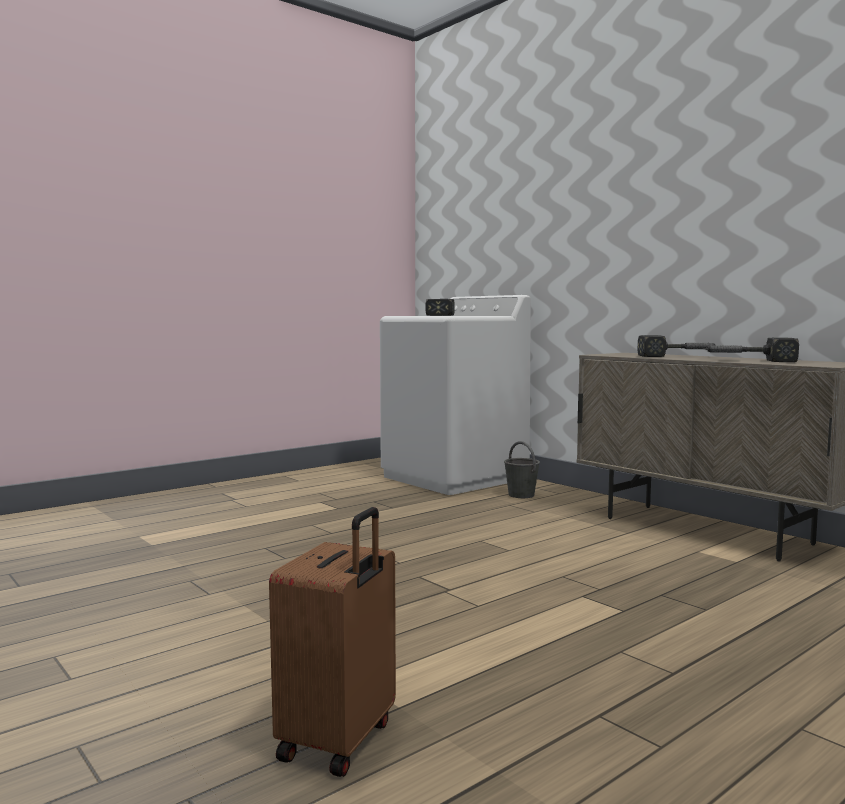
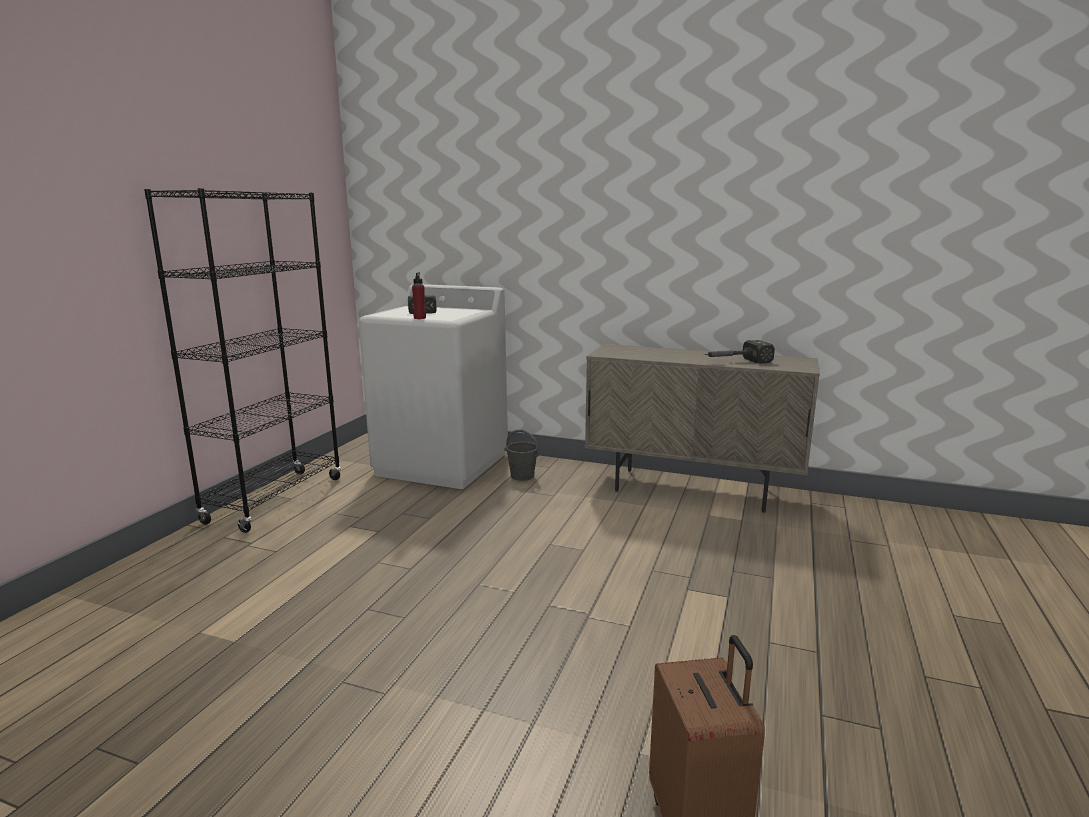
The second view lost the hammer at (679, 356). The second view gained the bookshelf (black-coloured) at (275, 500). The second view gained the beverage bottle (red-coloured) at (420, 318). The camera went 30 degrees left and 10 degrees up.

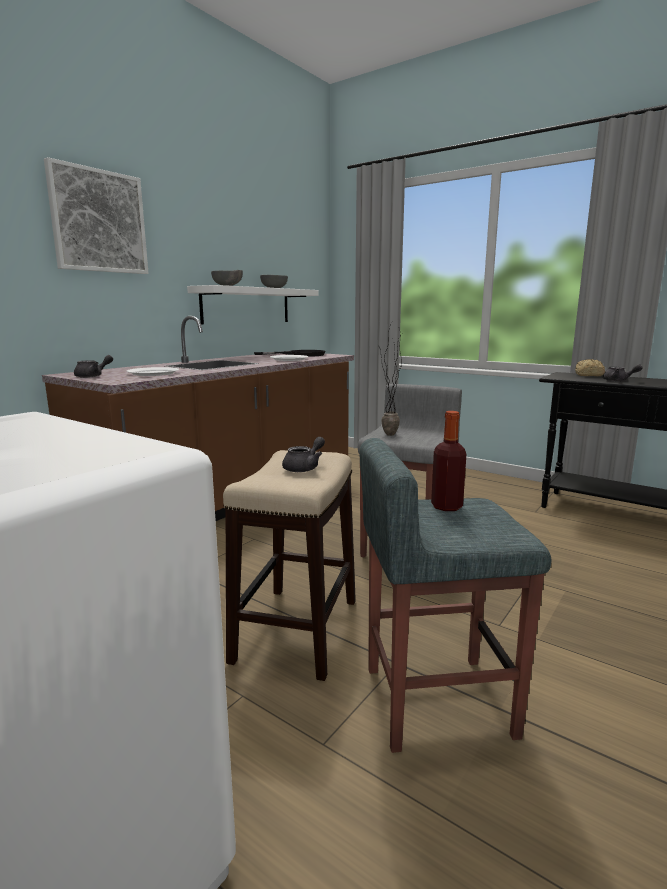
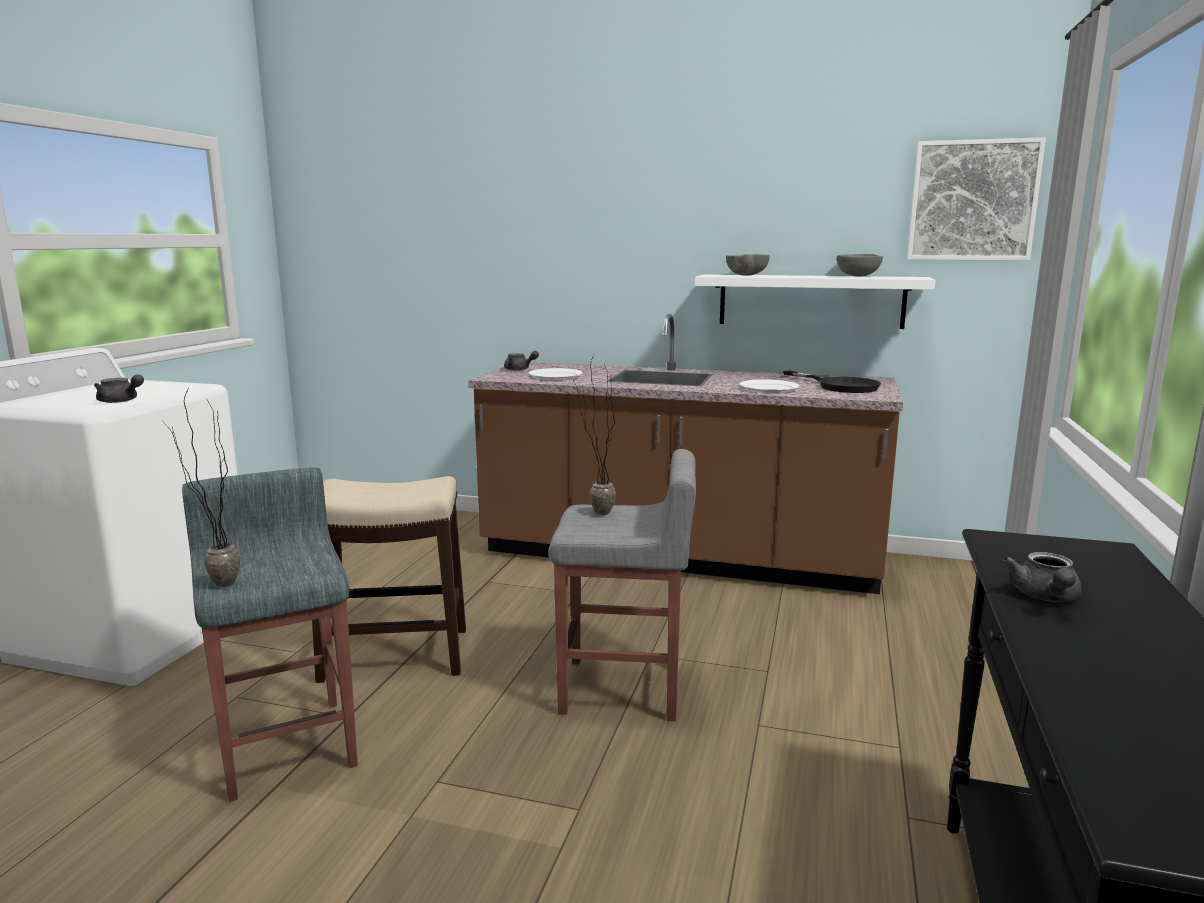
The wall picture ended up elsewhere, having gone from (98, 221) to (972, 201). The teapot (gray) ended up elsewhere, having gone from (304, 468) to (121, 401). The second view lost the beverage bottle at (446, 506). The second view lost the bakery bread at (588, 375). The second view gained the houseplant at (213, 586). The camera went 70 degrees right and 0 degrees up.

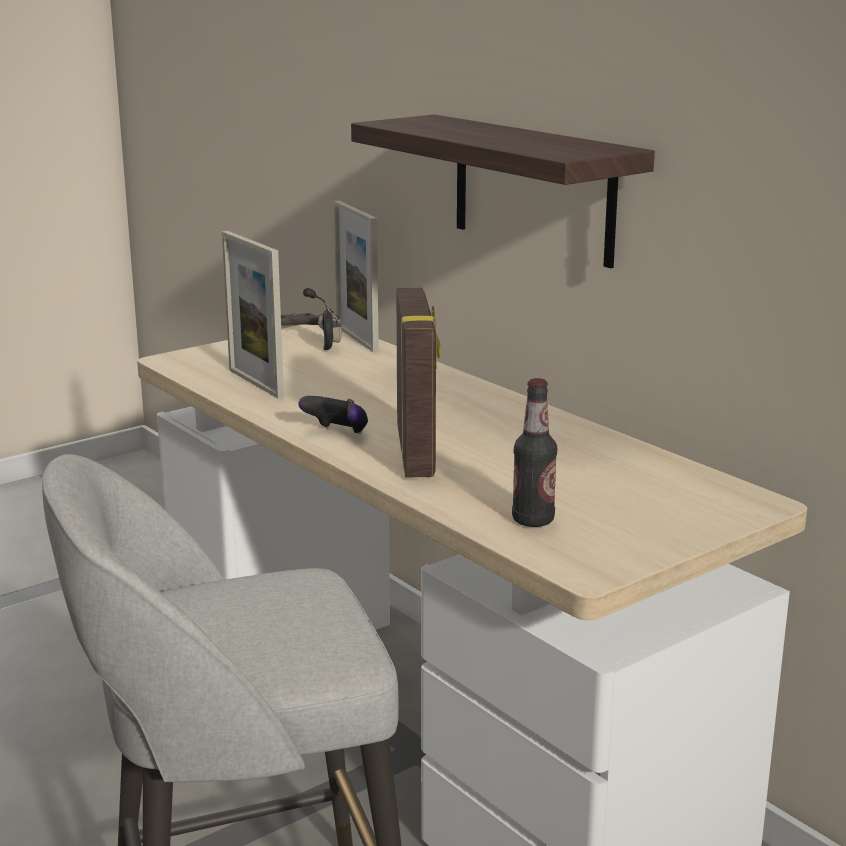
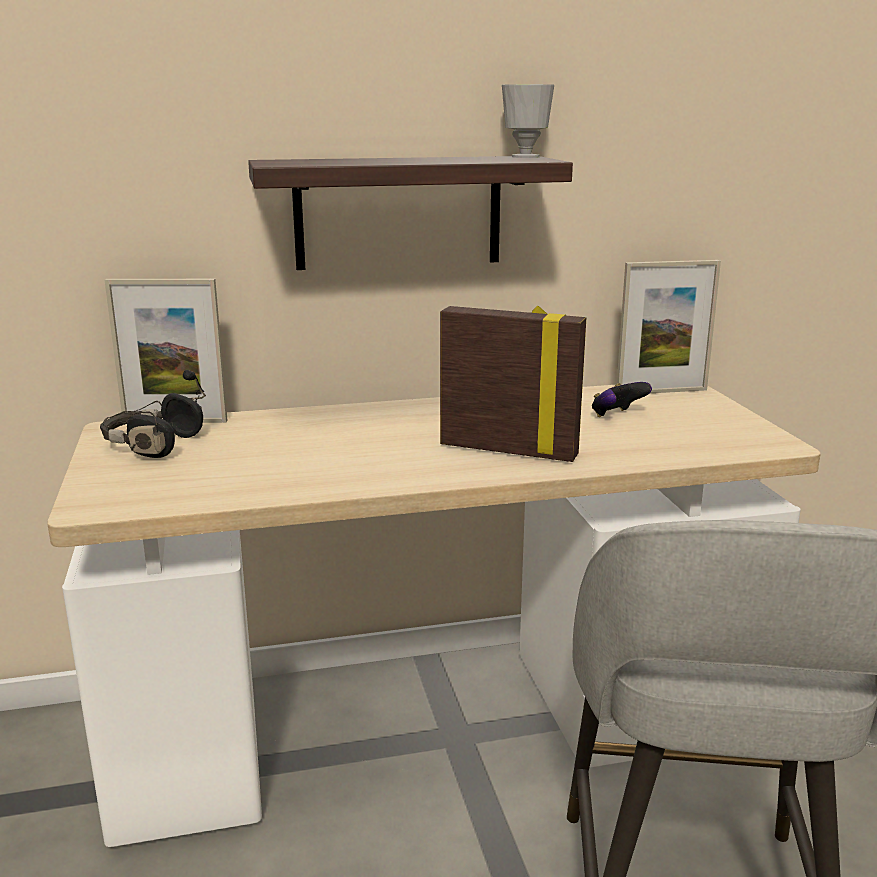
The picture frame ended up elsewhere, having gone from (255, 383) to (661, 391). The game controller ended up elsewhere, having gone from (337, 433) to (617, 416). The second view lost the beverage bottle at (533, 520). The second view gained the small cup at (525, 157). The camera went 65 degrees left and 0 degrees up.

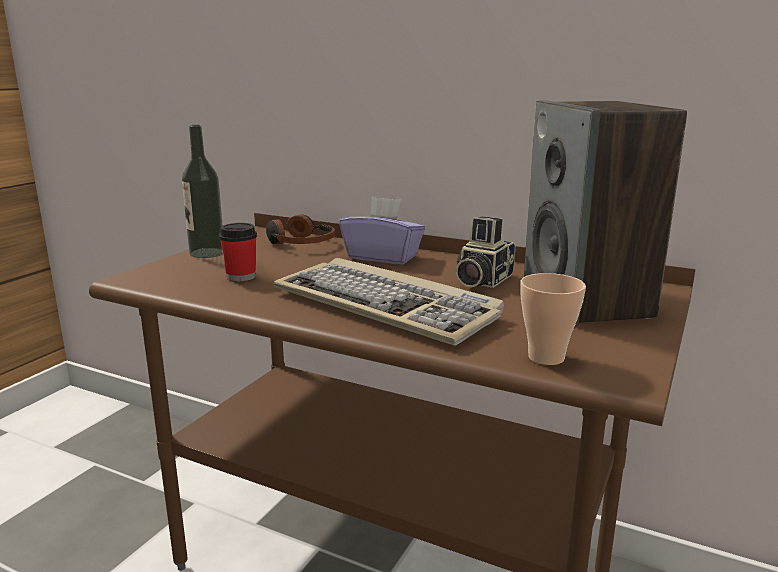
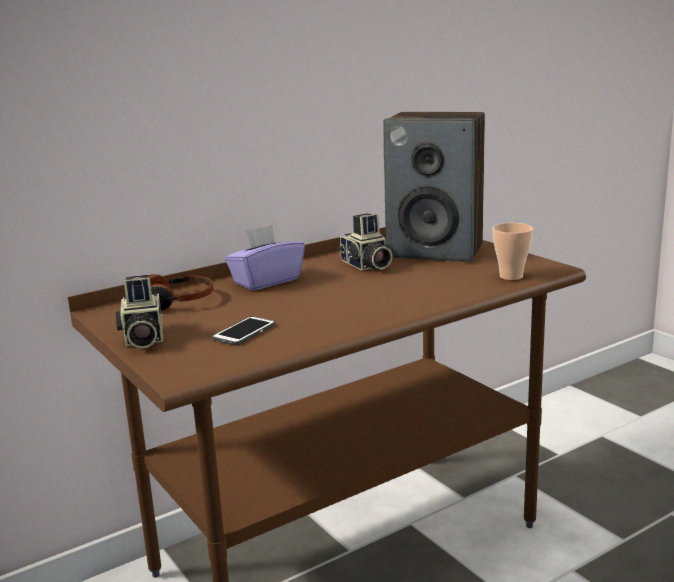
Where the beverage bottle stood at (207, 253), the still camera came to stand at (142, 339). Where the small cup stood at (241, 276), the handset came to stand at (244, 332). The second view lost the keyboard at (387, 306). The camera went 60 degrees left and 0 degrees up.

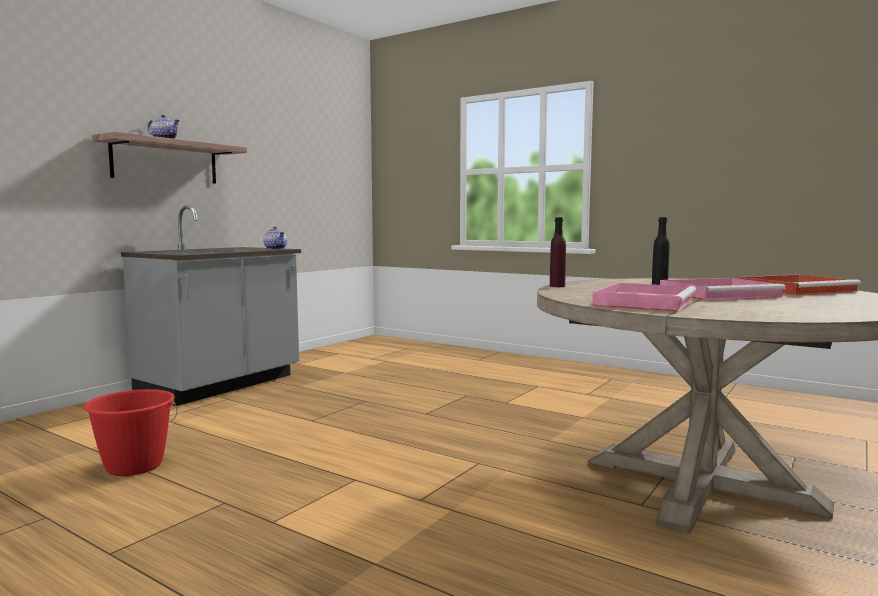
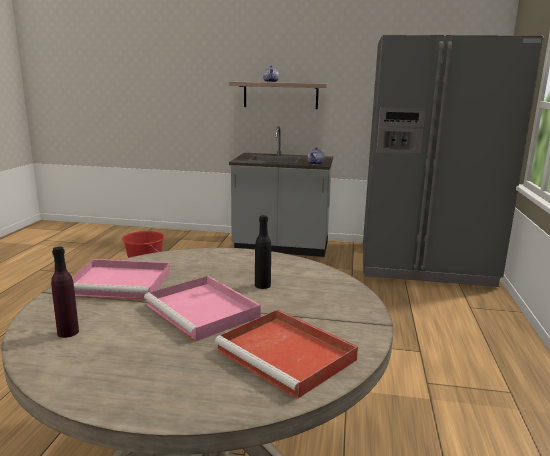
The beverage bottle (purplish) ended up elsewhere, having gone from (557, 286) to (68, 332). The second view gained the fridge (gray) at (423, 264). The camera went 65 degrees right and 10 degrees up.

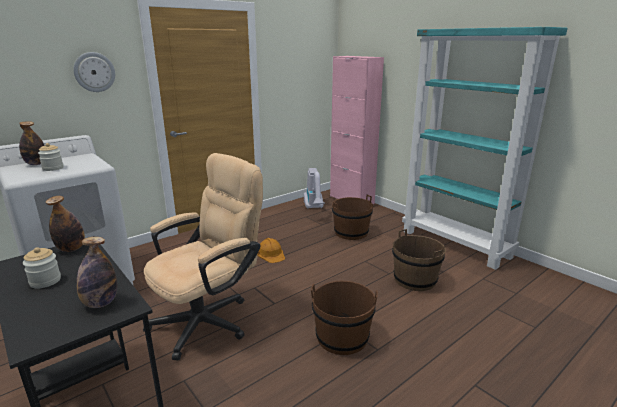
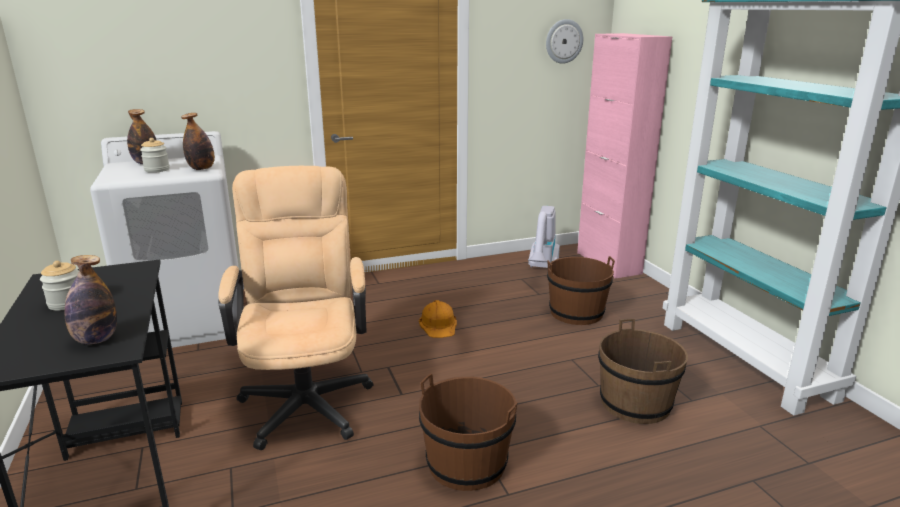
The beverage bottle ended up elsewhere, having gone from (71, 249) to (201, 168). The hanging clock ended up elsewhere, having gone from (94, 72) to (564, 41). The desk chair (sand-coloured) at (210, 319) ended up facing another way, 75 degrees counterclockwise from before. The camera went 20 degrees right and 0 degrees up.

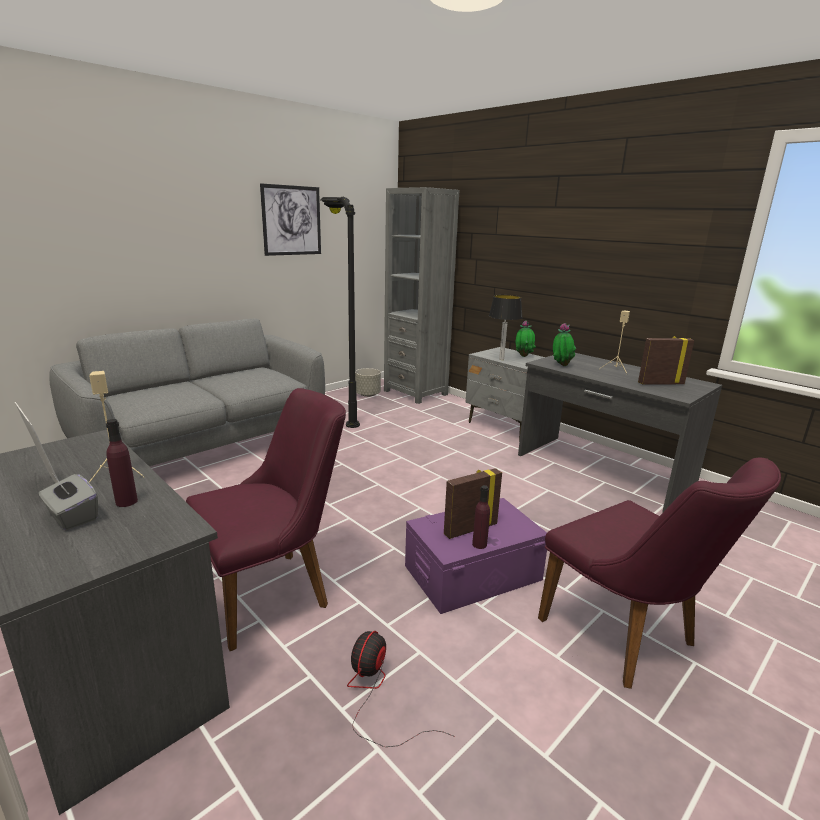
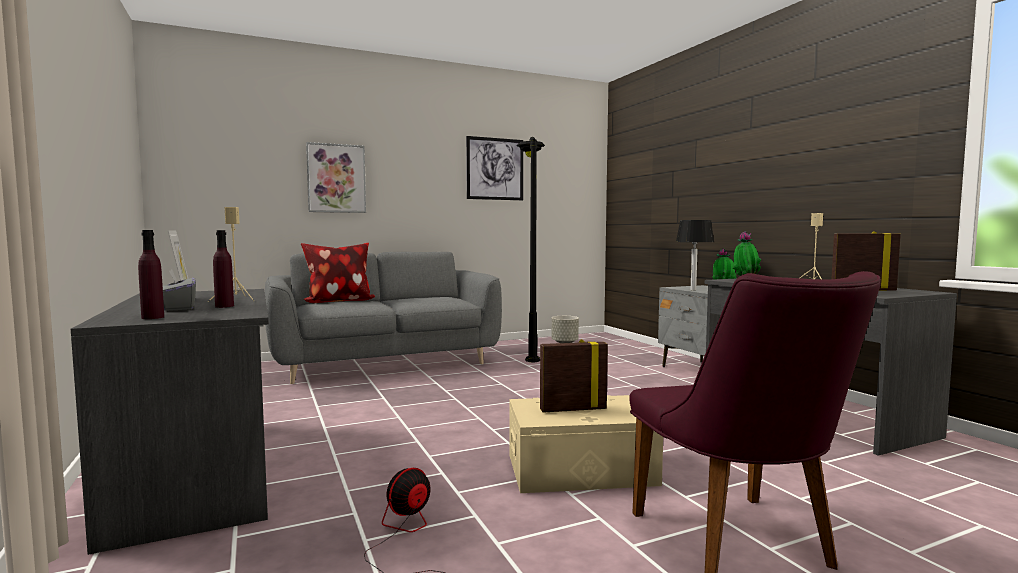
The second view lost the plain chair (purplish) at (276, 591). The second view lost the bookshelf (gray) at (415, 392). What was the storage bin (purplish) at (472, 573) turned into the storage bin (sand-coloured) at (580, 469). The beverage bottle (purplish) ended up elsewhere, having gone from (479, 544) to (152, 317). The second view gained the pillow at (338, 301). The second view gained the wall picture at (336, 178). The camera went 20 degrees right and 15 degrees down.

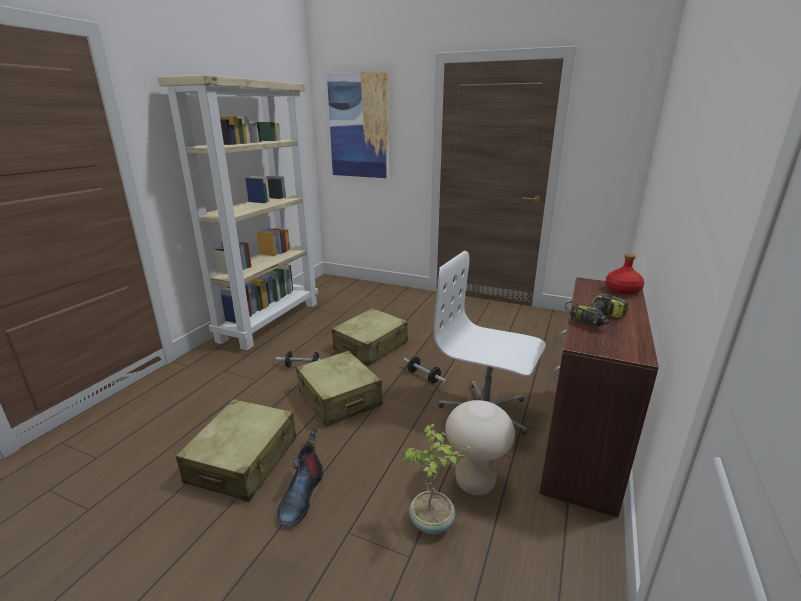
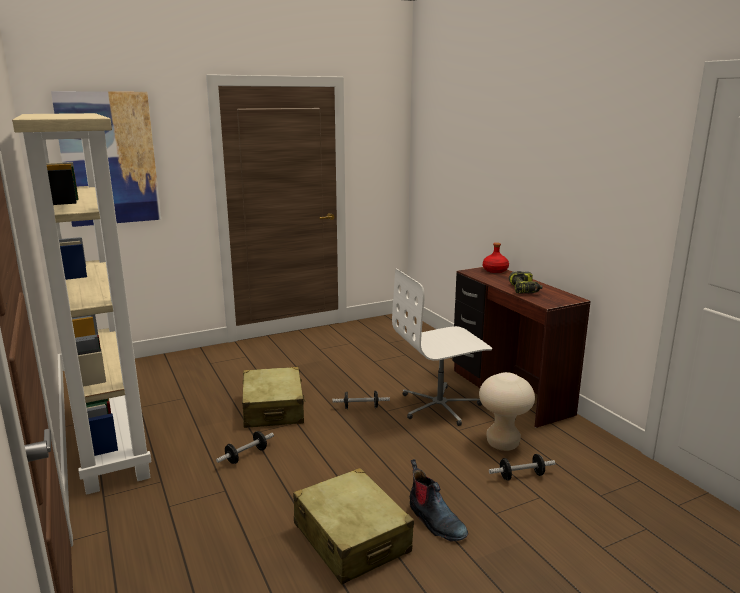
The second view lost the travel case (sand-coloured) at (339, 398). Where the houseplant stood at (432, 523), the dumbbell came to stand at (521, 476). The camera went 50 degrees left and 5 degrees down.

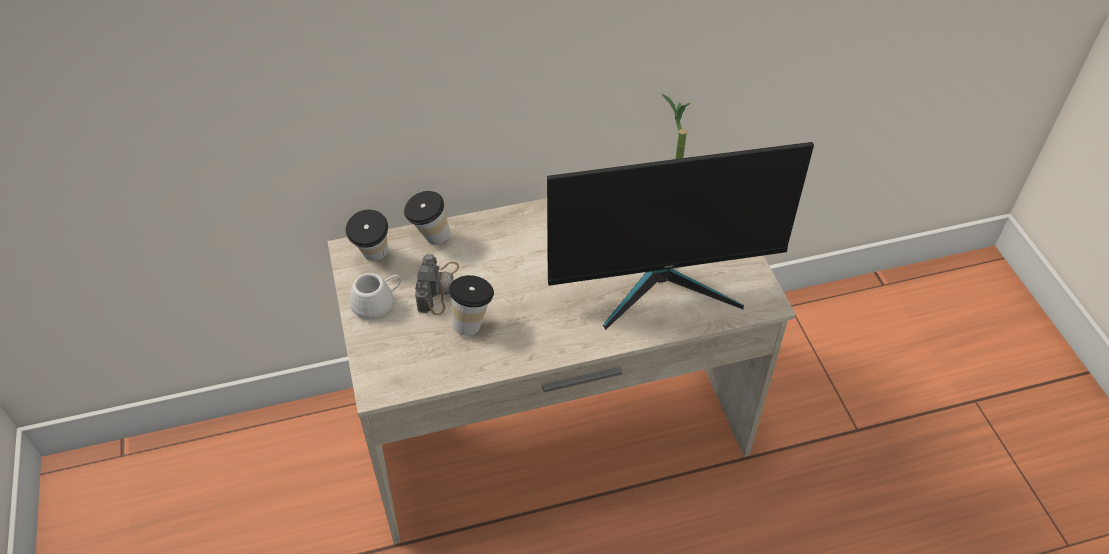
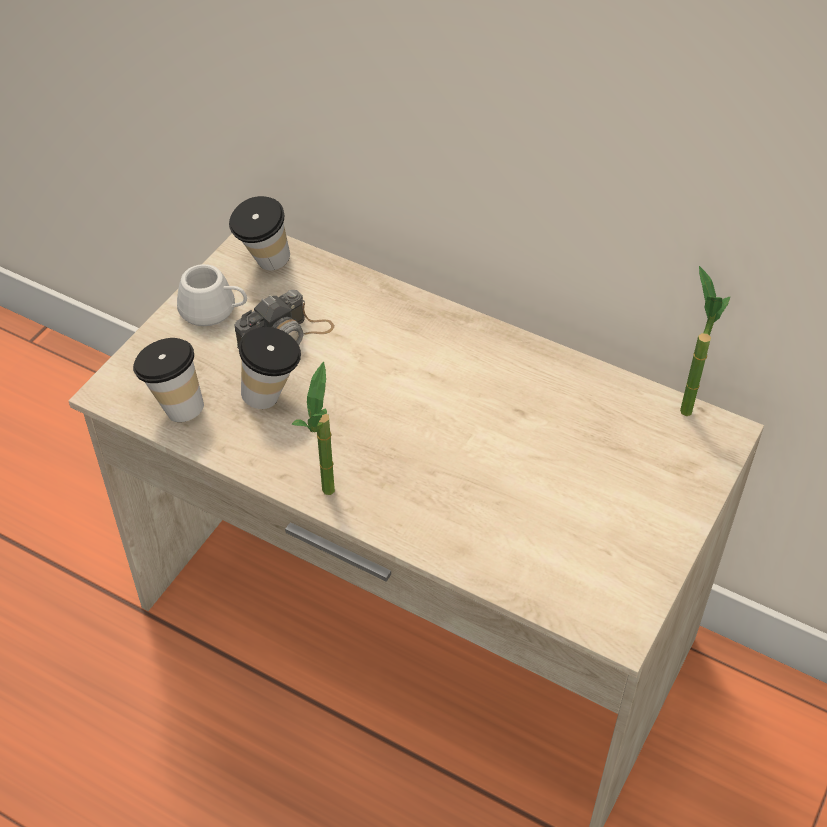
The small cup ended up elsewhere, having gone from (429, 238) to (175, 406). The second view lost the computer display at (664, 284). The second view gained the houseplant at (327, 501). The camera went 45 degrees right and 0 degrees up.

